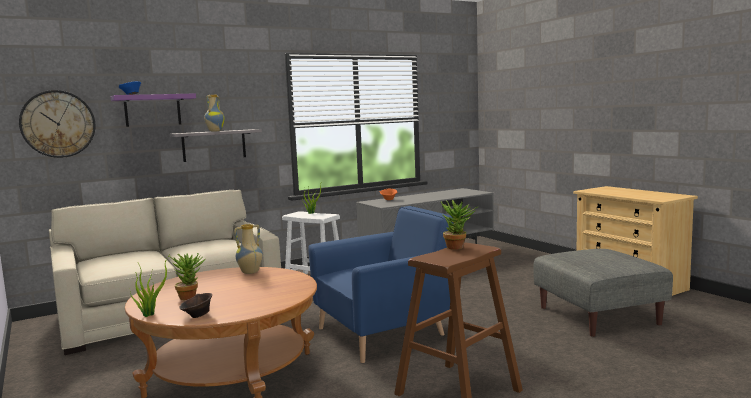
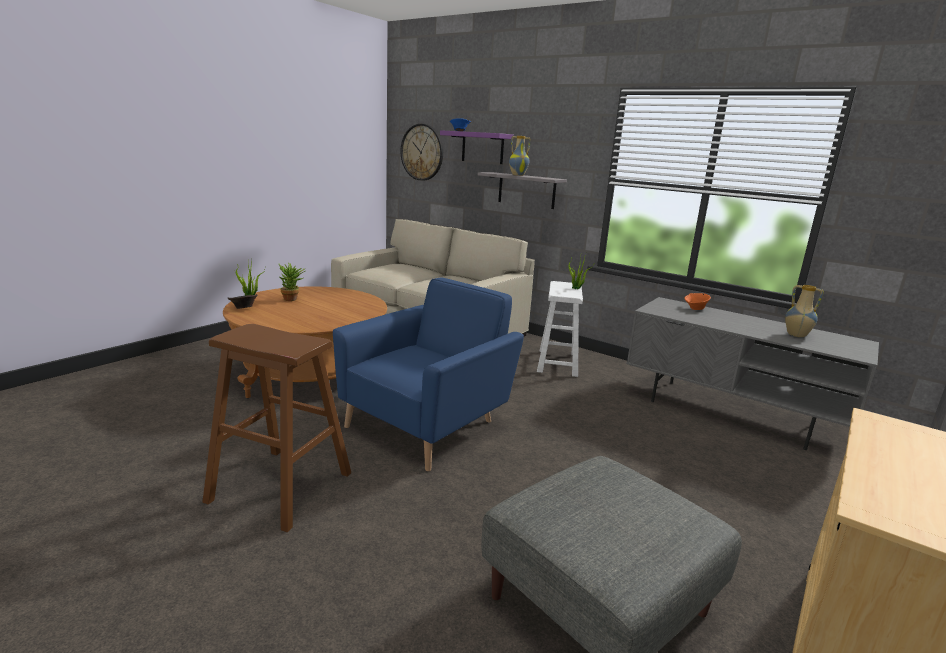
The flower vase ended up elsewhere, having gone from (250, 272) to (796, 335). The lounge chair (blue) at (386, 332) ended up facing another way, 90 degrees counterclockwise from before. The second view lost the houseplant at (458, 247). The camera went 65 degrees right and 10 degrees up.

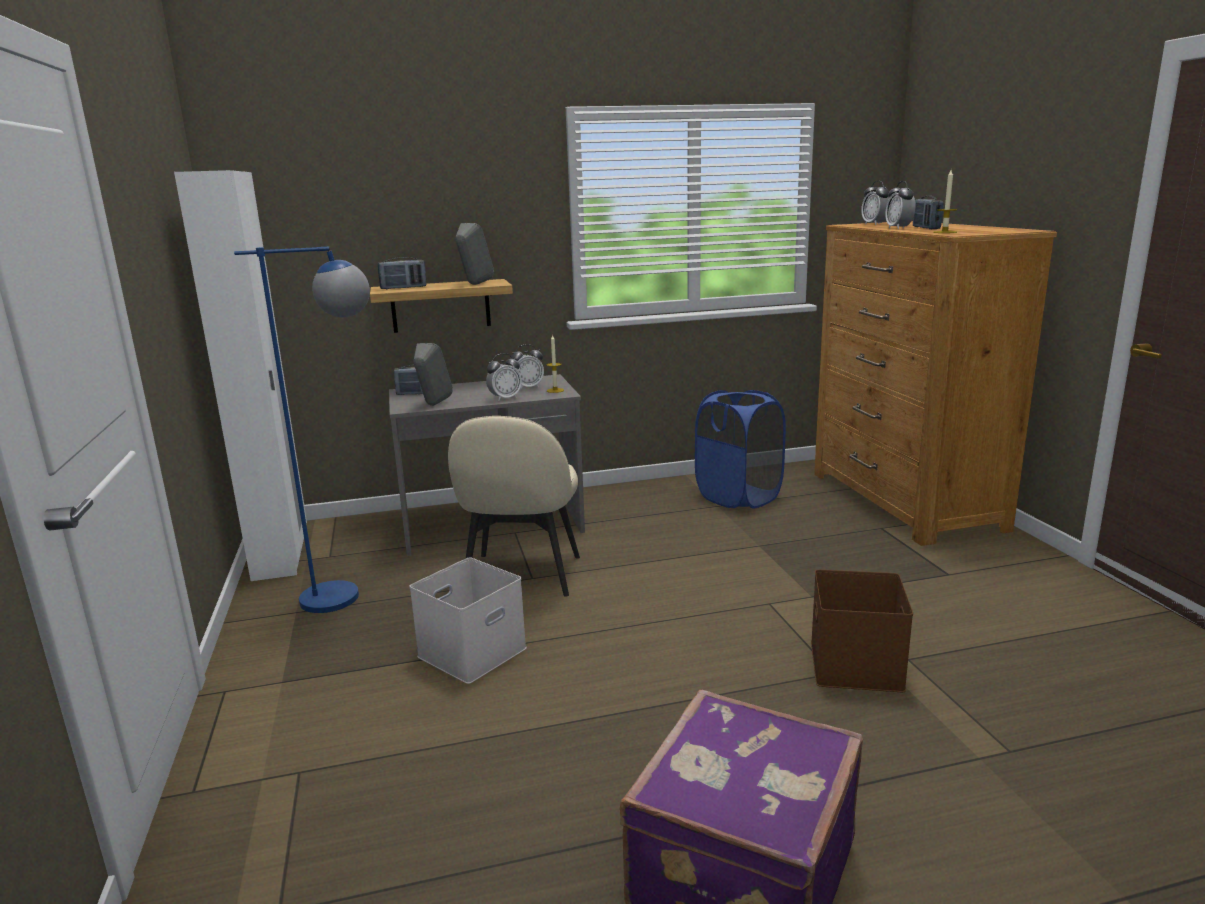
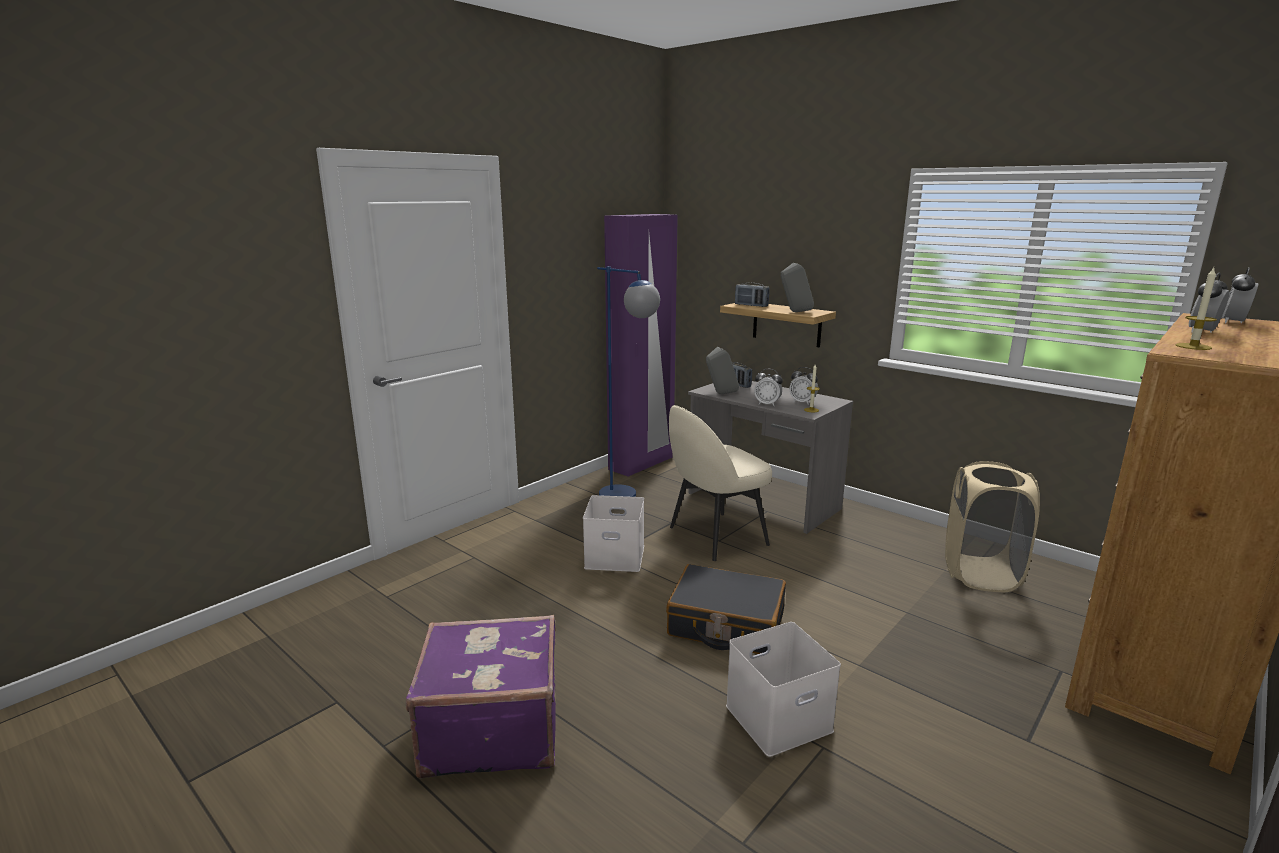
What was the armoire (whitish) at (281, 555) turned into the armoire (purplish) at (641, 463). What was the washing basket (blue) at (738, 497) turned into the washing basket (sand-coloured) at (981, 574). What was the storage bin (brownish) at (853, 664) turned into the storage bin (whitish) at (779, 716). The second view lost the radio receiver at (926, 228). The second view gained the travel case (black-coloured) at (726, 624). The camera went 55 degrees right and 0 degrees up.

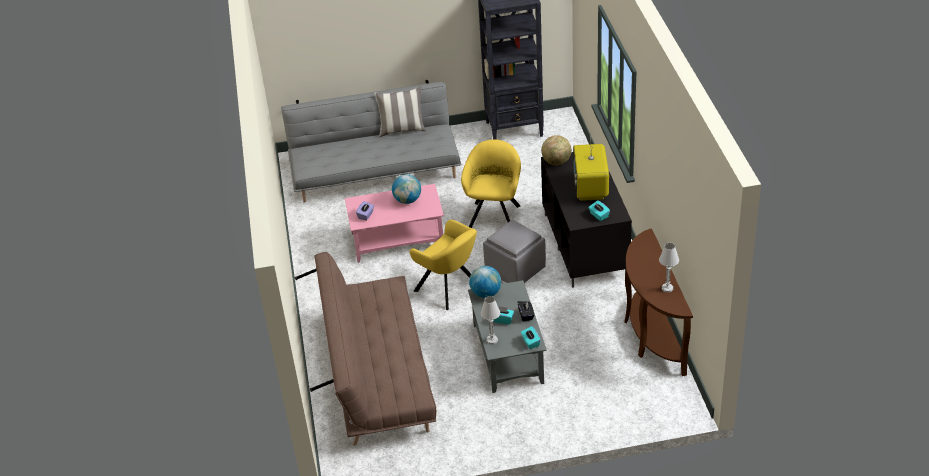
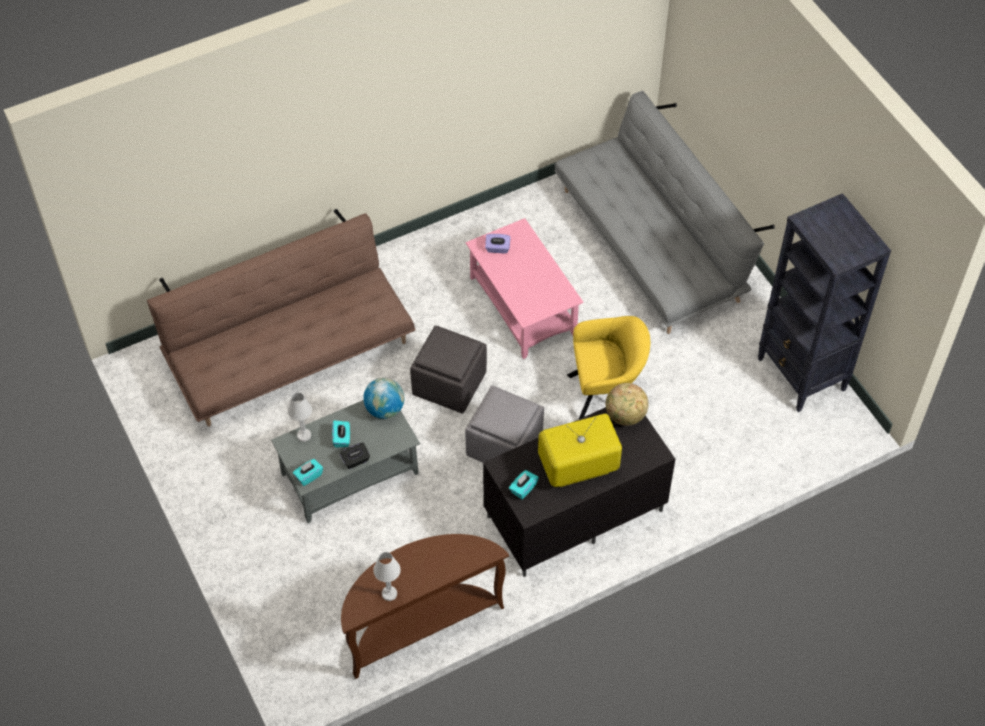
The second view lost the pillow at (402, 129). The second view lost the desk globe at (407, 200). Where the lounge chair (yellow) stood at (449, 289), the ottoman (gray) came to stand at (448, 384). The camera went 70 degrees right and 15 degrees up.

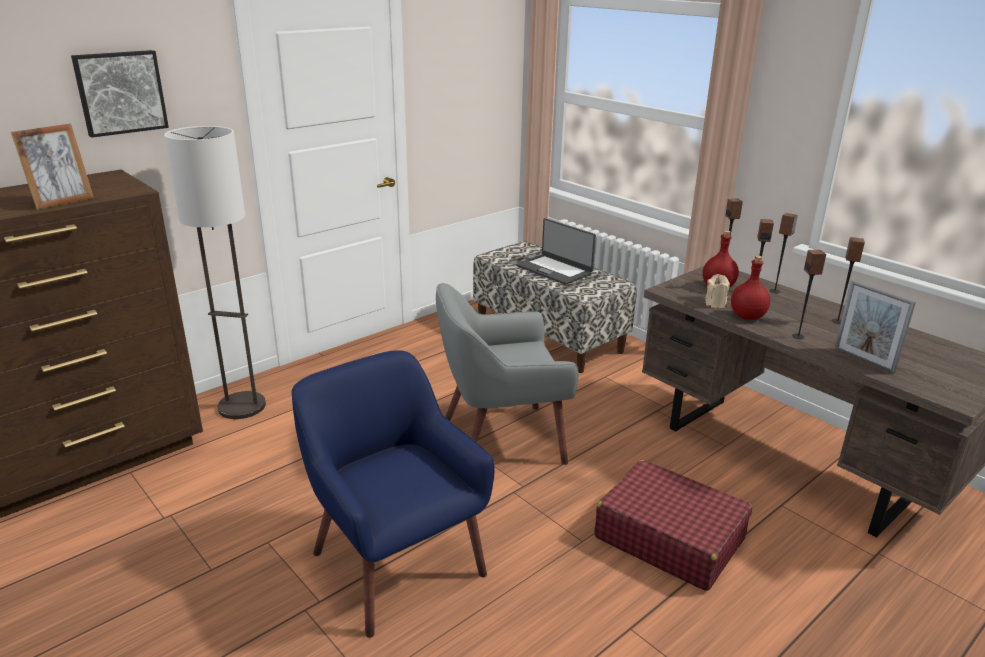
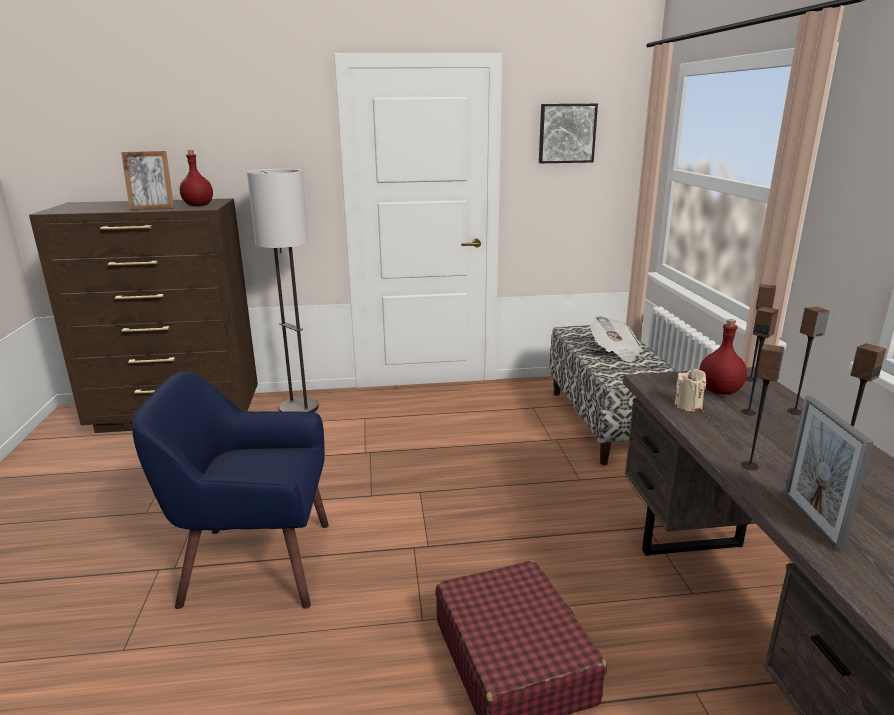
The wall picture ended up elsewhere, having gone from (120, 92) to (566, 133). The lounge chair (blue) at (395, 563) ended up facing another way, 90 degrees counterclockwise from before. The second view lost the lounge chair (gray) at (501, 440). Where the laptop stood at (554, 269), the newspaper came to stand at (615, 352). The beverage bottle (red-coloured) ended up elsewhere, having gone from (748, 317) to (198, 206). The camera went 35 degrees right and 5 degrees down.

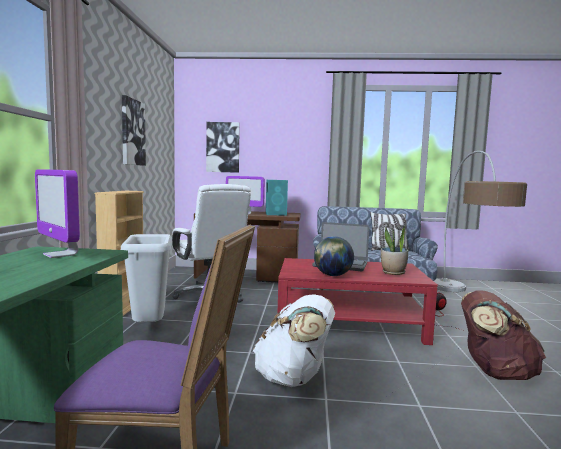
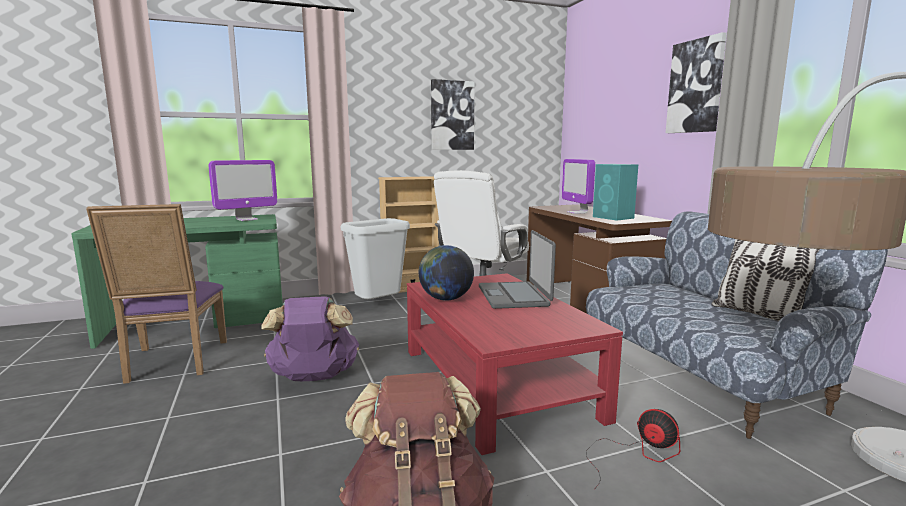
The computer display at (60, 254) ended up facing another way, 150 degrees counterclockwise from before. The wall picture ended up elsewhere, having gone from (223, 147) to (696, 86). What was the rucksack (whitish) at (294, 378) turned into the rucksack (purplish) at (313, 377). The second view lost the houseplant at (393, 273). The camera went 65 degrees right and 5 degrees up.

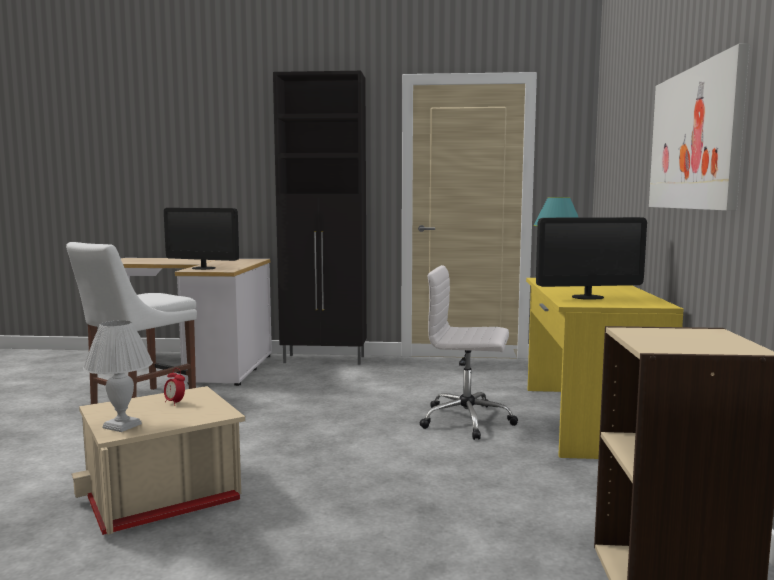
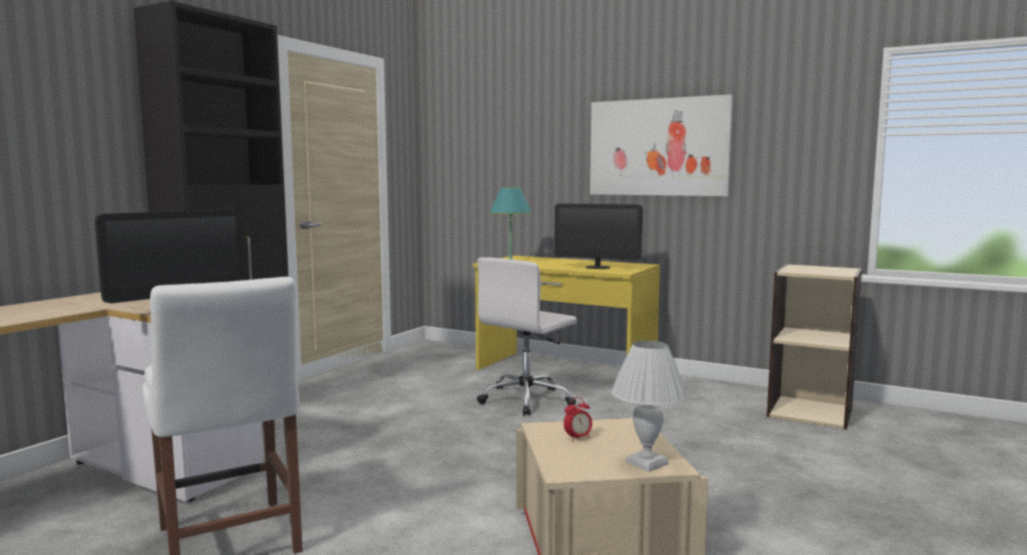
The computer display at (587, 297) ended up facing another way, 90 degrees clockwise from before. The camera went 65 degrees left and 0 degrees up.

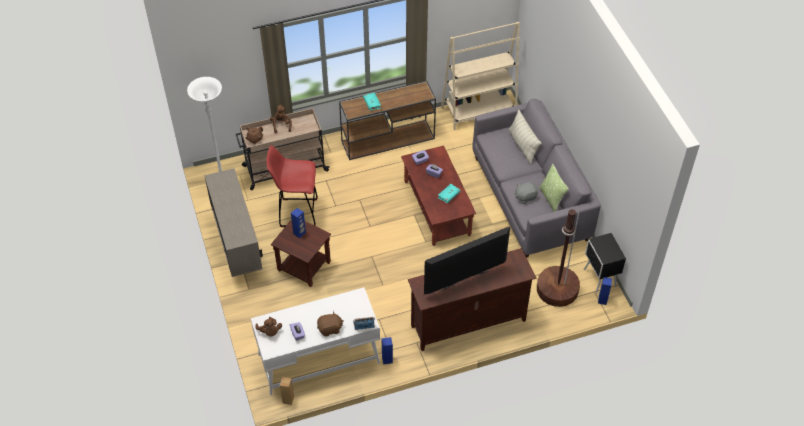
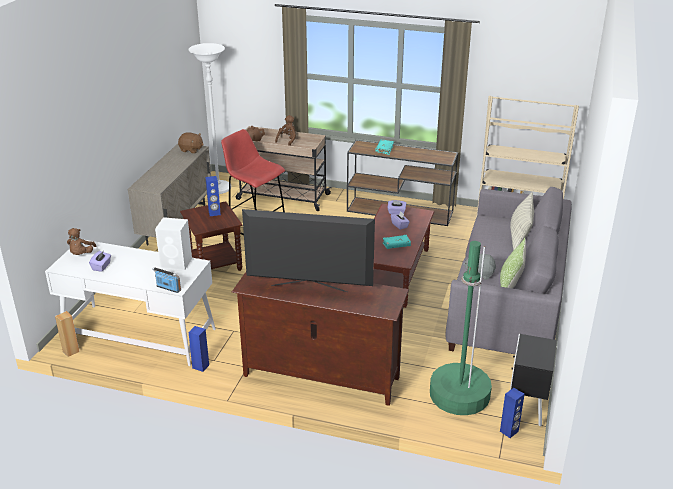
The soft toy (brownish) ended up elsewhere, having gone from (330, 329) to (191, 150). What was the floor lamp (brownish) at (557, 289) turned into the floor lamp (greenish) at (459, 395). The second view gained the speaker (whitish) at (177, 263). The camera went 35 degrees right and 20 degrees down.

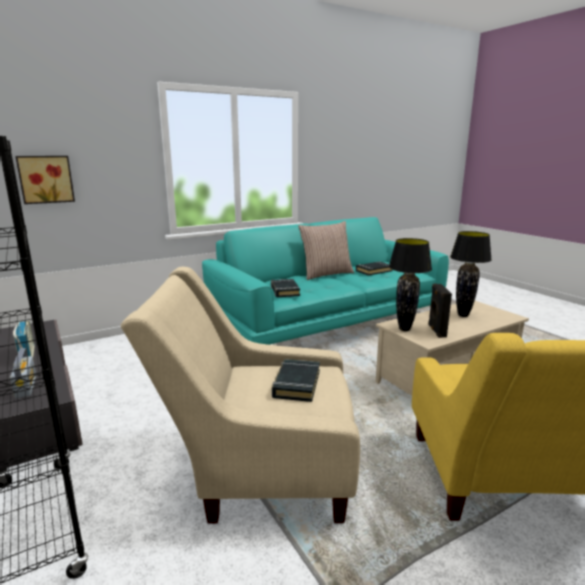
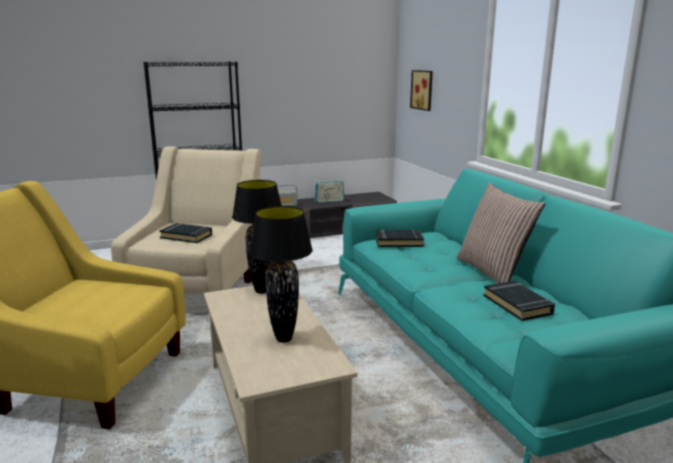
The second view lost the speaker (black-coloured) at (436, 331). The camera went 100 degrees right and 0 degrees up.

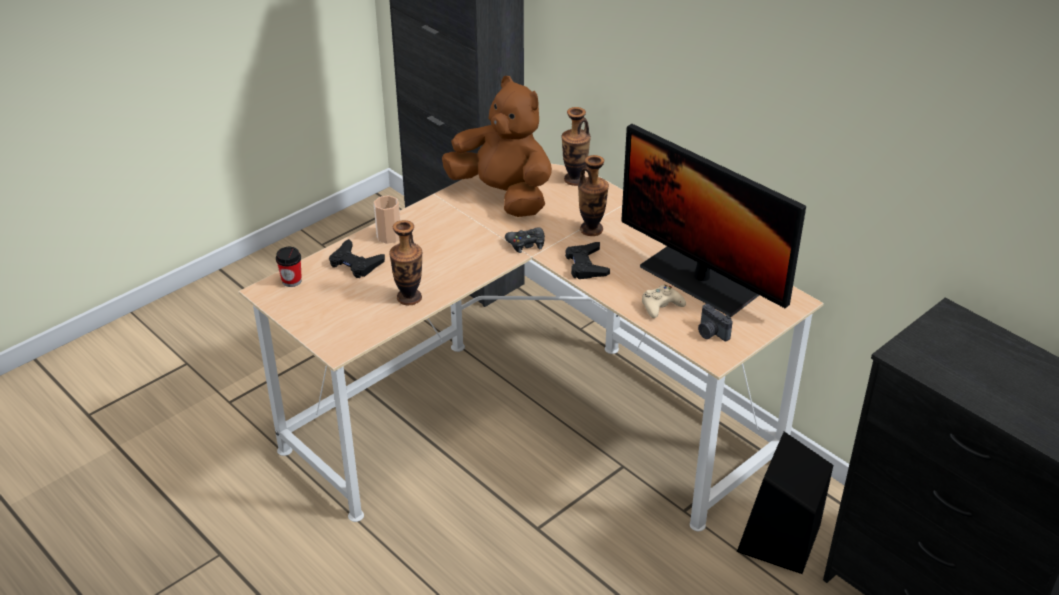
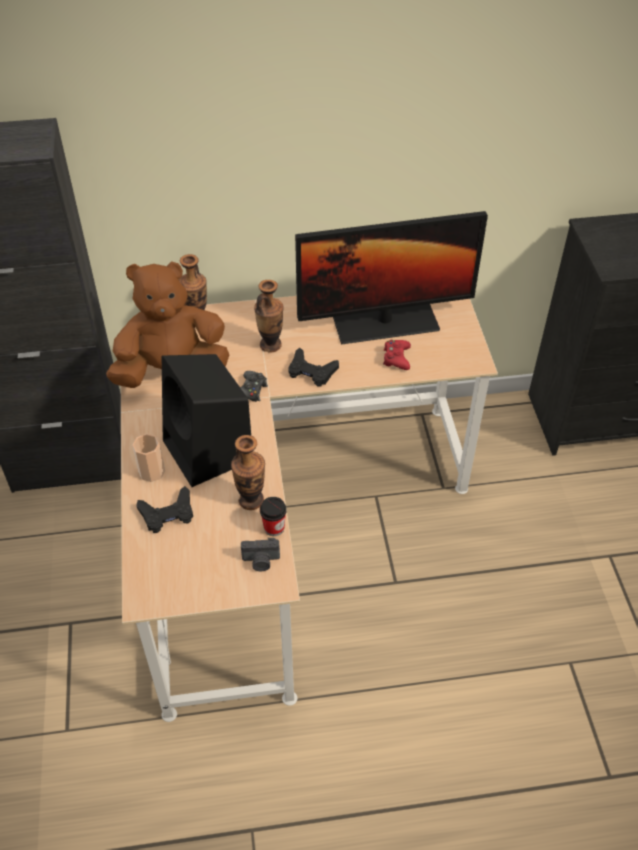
The small cup ended up elsewhere, having gone from (291, 281) to (274, 528). What was the game controller (sand-coloured) at (661, 306) turned into the game controller (red-coloured) at (396, 358). The still camera ended up elsewhere, having gone from (711, 333) to (261, 561). The speaker (black-coloured) ended up elsewhere, having gone from (779, 541) to (209, 452). The camera went 55 degrees left and 10 degrees up.

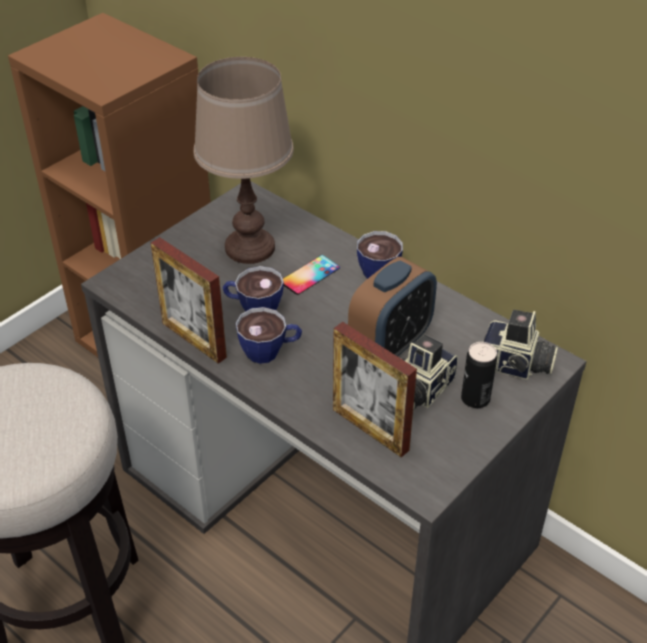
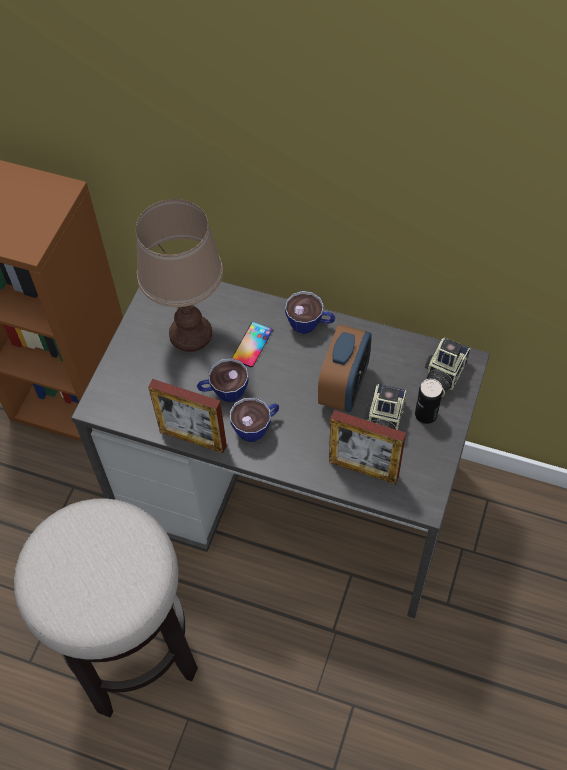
The still camera at (515, 366) ended up facing another way, 120 degrees clockwise from before. The camera went 20 degrees left and 15 degrees up.

